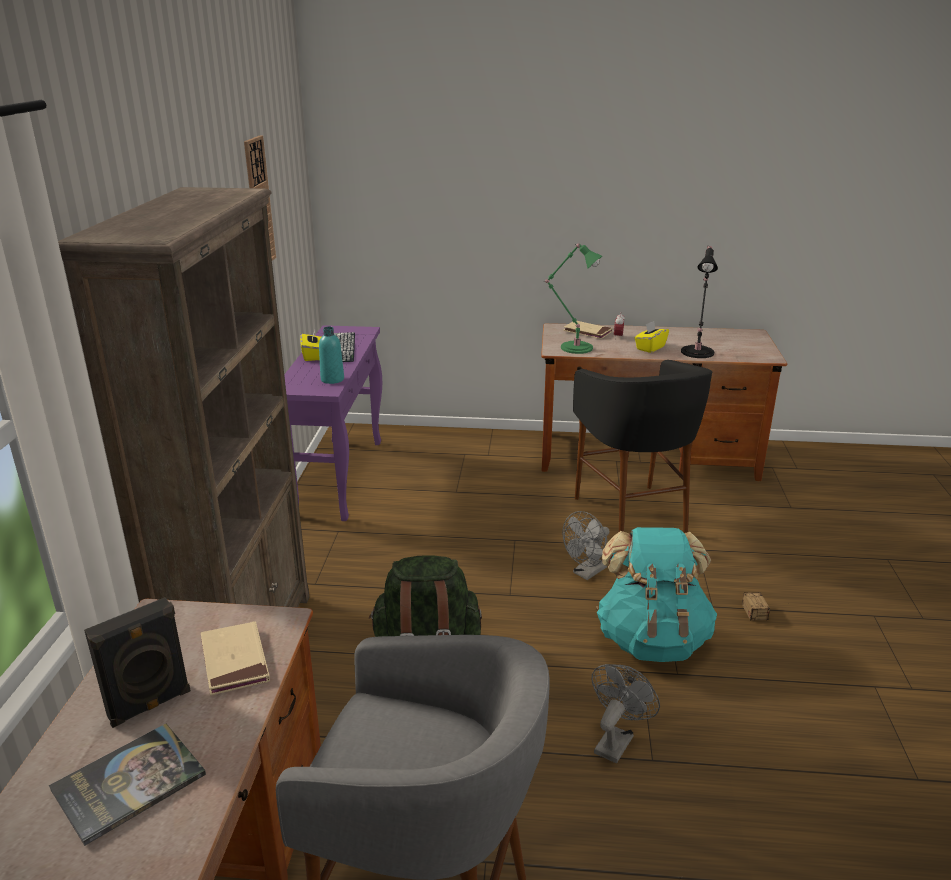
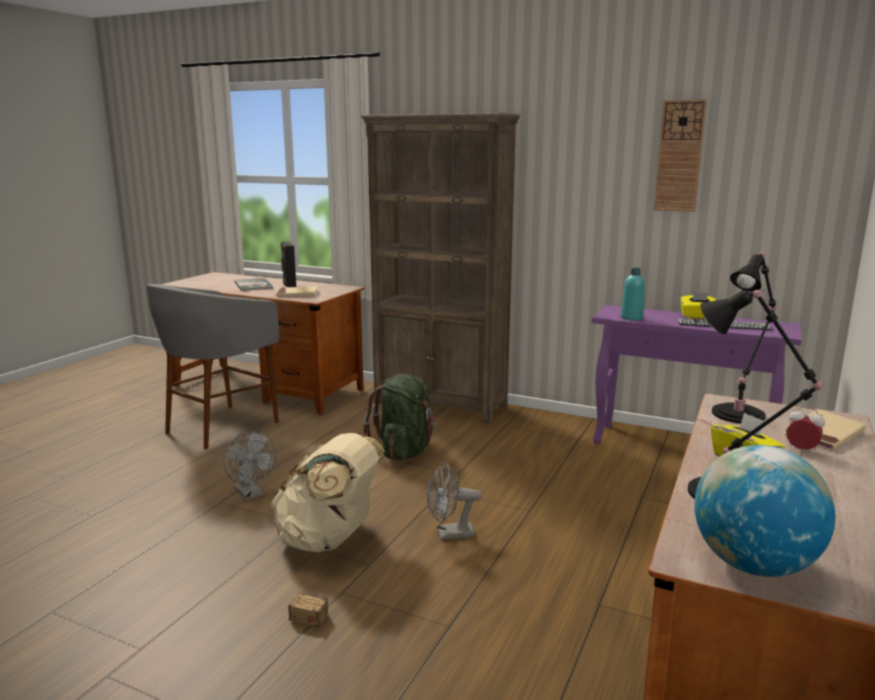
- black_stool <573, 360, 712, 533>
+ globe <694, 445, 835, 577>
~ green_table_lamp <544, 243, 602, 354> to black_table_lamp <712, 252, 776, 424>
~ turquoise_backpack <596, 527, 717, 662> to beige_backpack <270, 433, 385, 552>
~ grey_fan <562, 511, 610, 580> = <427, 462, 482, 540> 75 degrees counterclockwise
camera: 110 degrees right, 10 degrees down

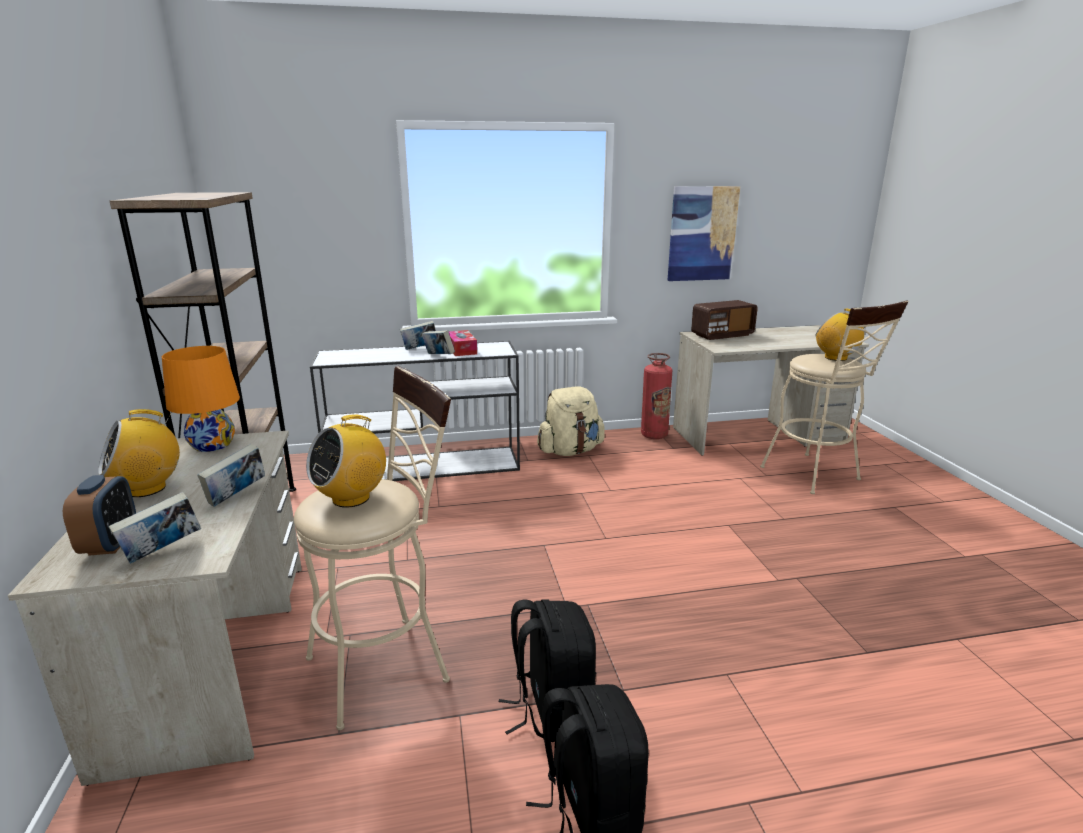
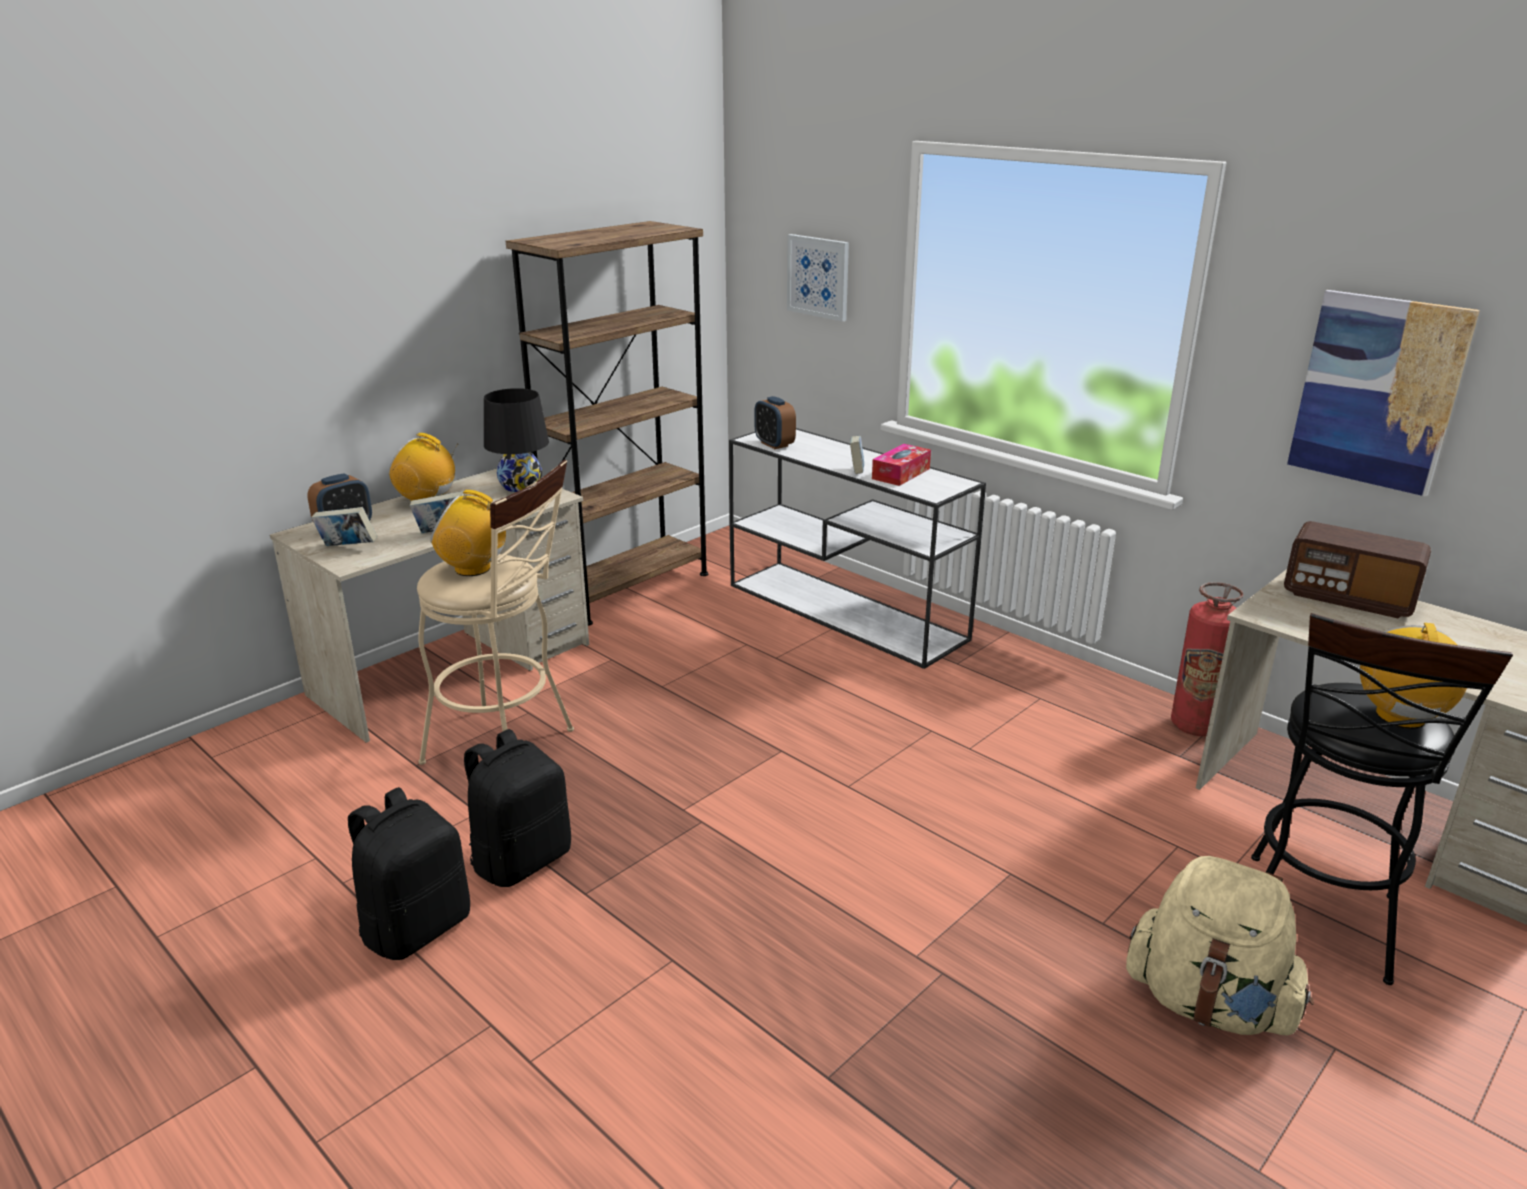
- book <400, 321, 436, 350>
+ alarm_clock <754, 396, 796, 449>
+ picture <787, 234, 849, 322>
~ beige_backpack <537, 386, 605, 456> to <1126, 856, 1314, 1035>
~ orange_table_lamp <162, 346, 240, 452> to black_table_lamp <484, 388, 549, 492>
~ beige_stool <760, 301, 909, 494> to black_stool <1251, 613, 1513, 985>
camera: 55 degrees right, 5 degrees up

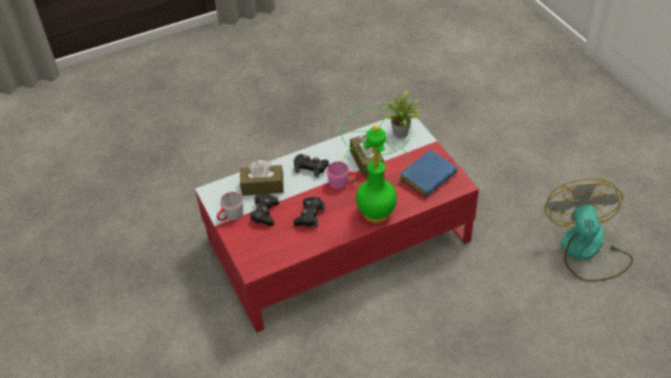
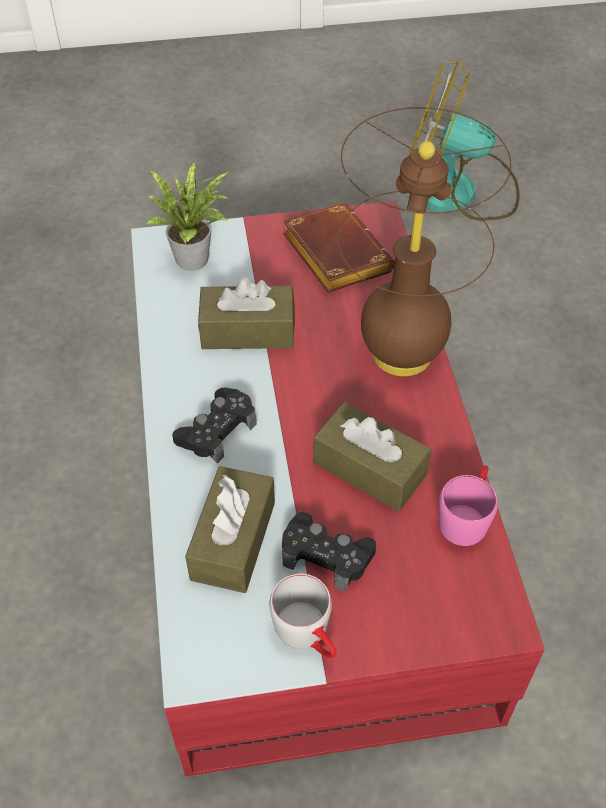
~ pink_mug <327, 161, 359, 189> to <439, 466, 498, 546>
~ black_game_controller <294, 197, 325, 228> to brown_tissue_box <313, 402, 432, 511>
~ green_table_lamp <341, 108, 411, 223> to brown_table_lamp <338, 107, 511, 376>
~ blue_book <399, 150, 457, 197> to brown_book <283, 203, 395, 293>
camera: 75 degrees left, 5 degrees up

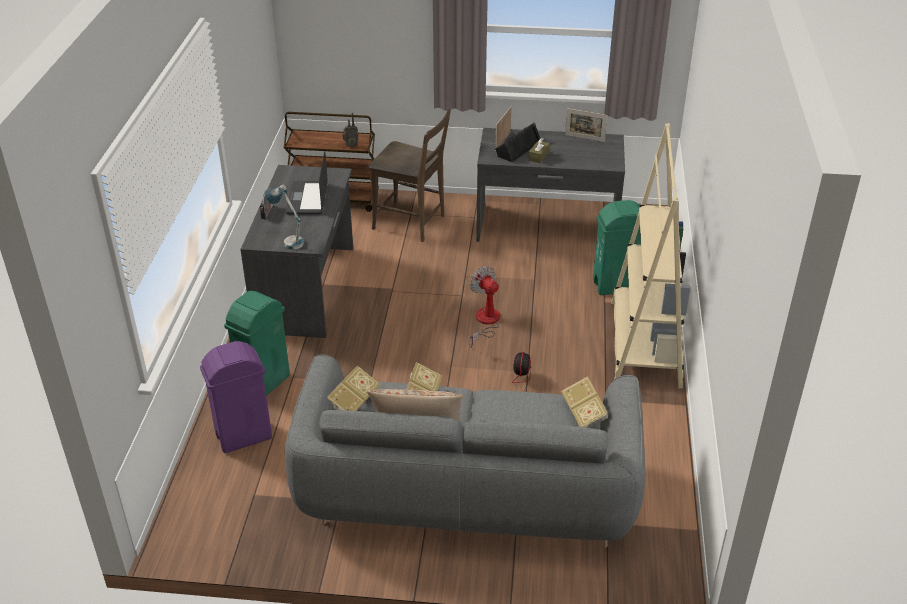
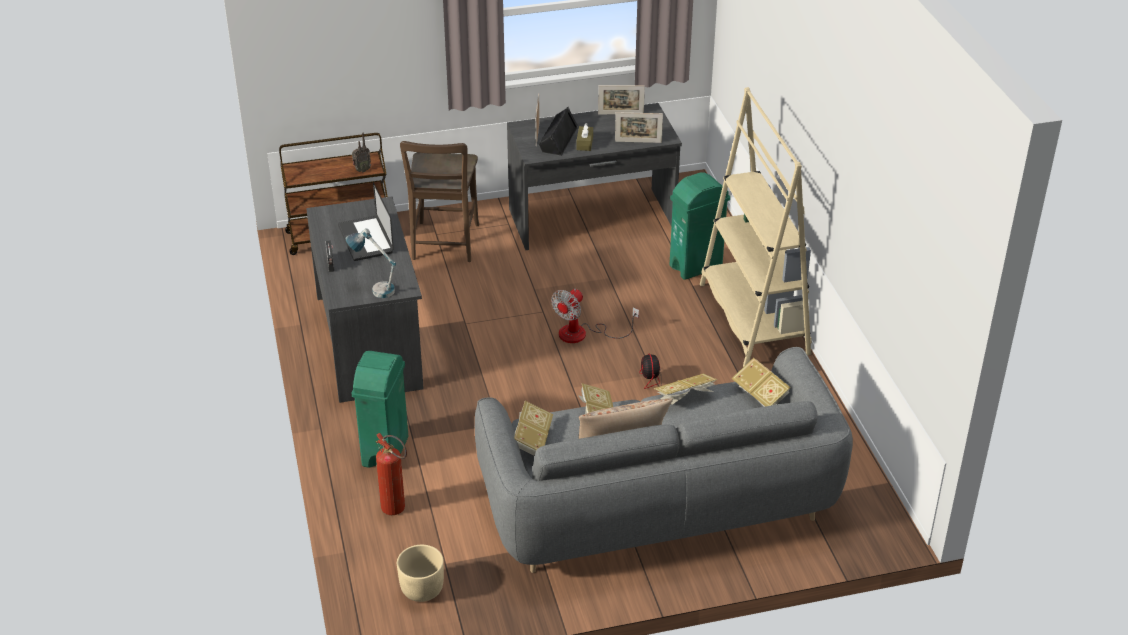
+ beige_planter <397, 545, 444, 602>
+ picture_frame <615, 112, 663, 143>
+ book <654, 374, 717, 405>
~ purple_trash_can <200, 341, 272, 453> to fire_extinguisher <375, 433, 407, 515>
~ brown_chair <368, 109, 451, 242> = <400, 141, 479, 262> 90 degrees clockwise
~ fan <468, 266, 500, 348> = <551, 289, 639, 343> 90 degrees counterclockwise
camera: 20 degrees left, 0 degrees up

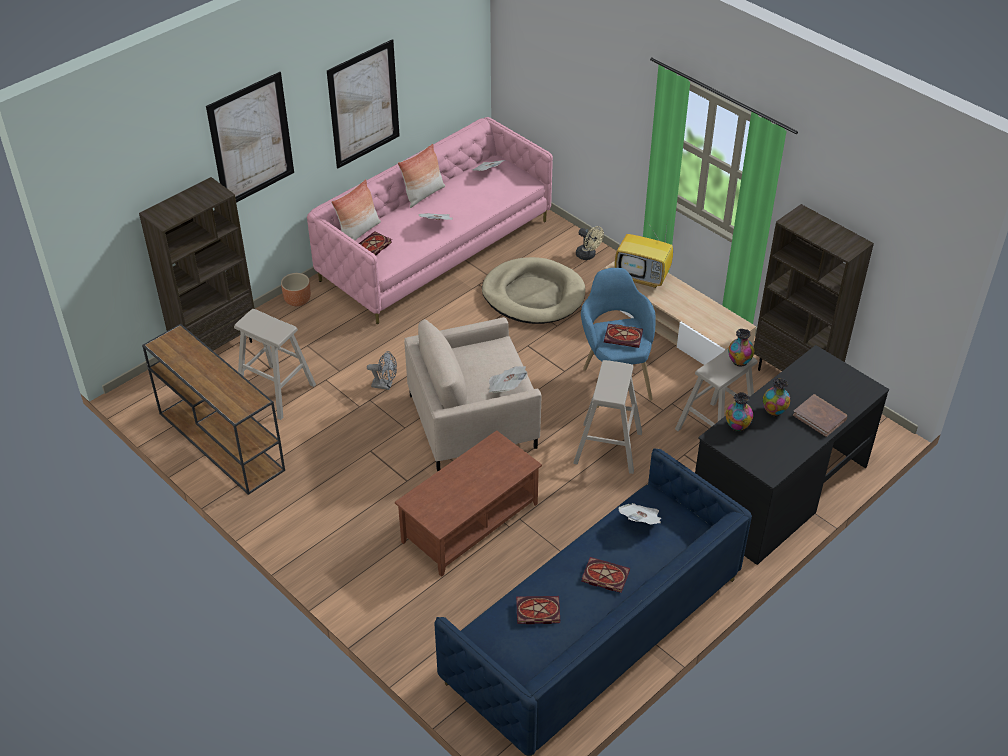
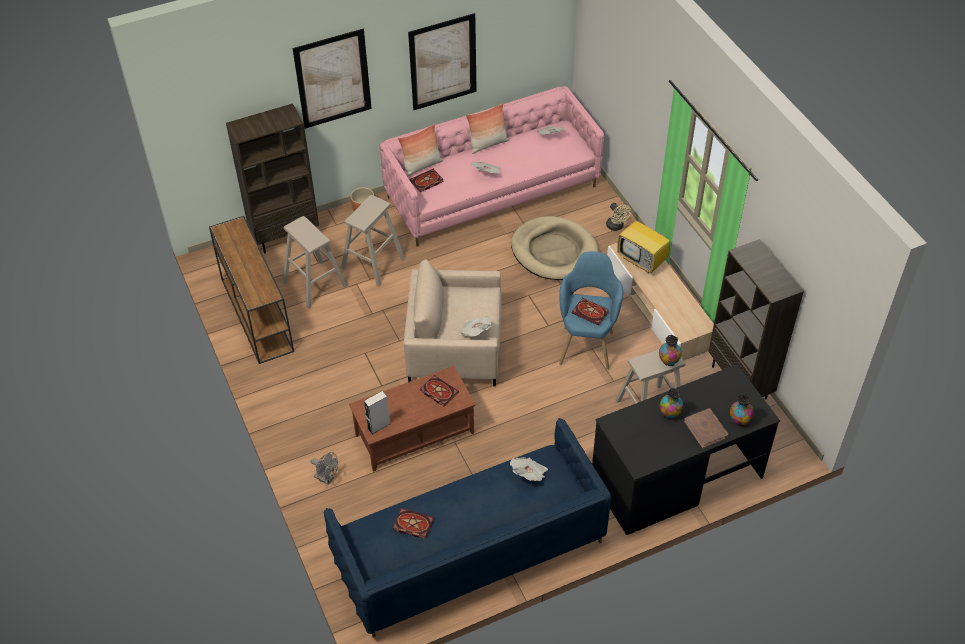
+ grey_speaker <364, 391, 390, 434>
~ grey_fan <367, 351, 397, 390> to <311, 452, 338, 485>
~ beige_stool <573, 360, 642, 474> to <341, 195, 405, 287>
~ book <582, 557, 630, 593> to <420, 375, 459, 406>
~ vase <726, 392, 753, 432> to <730, 394, 754, 426>
camera: 20 degrees right, 5 degrees up

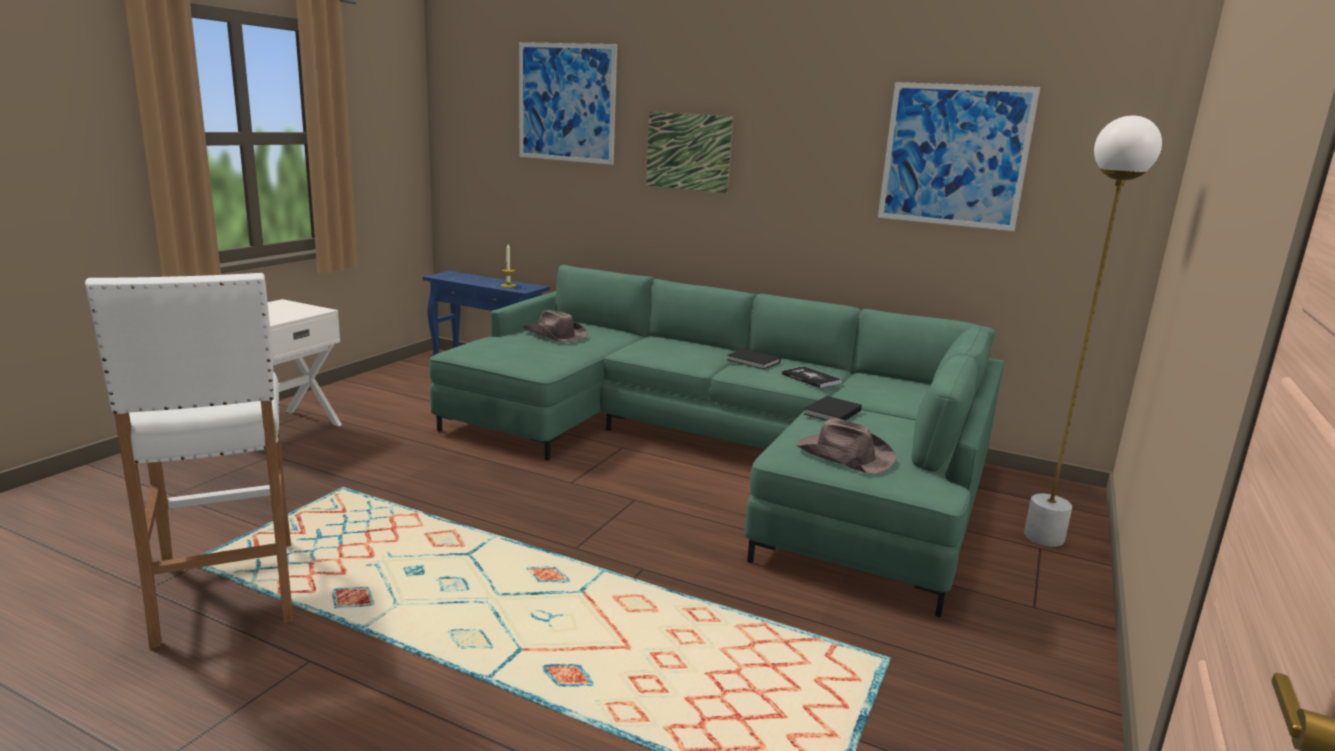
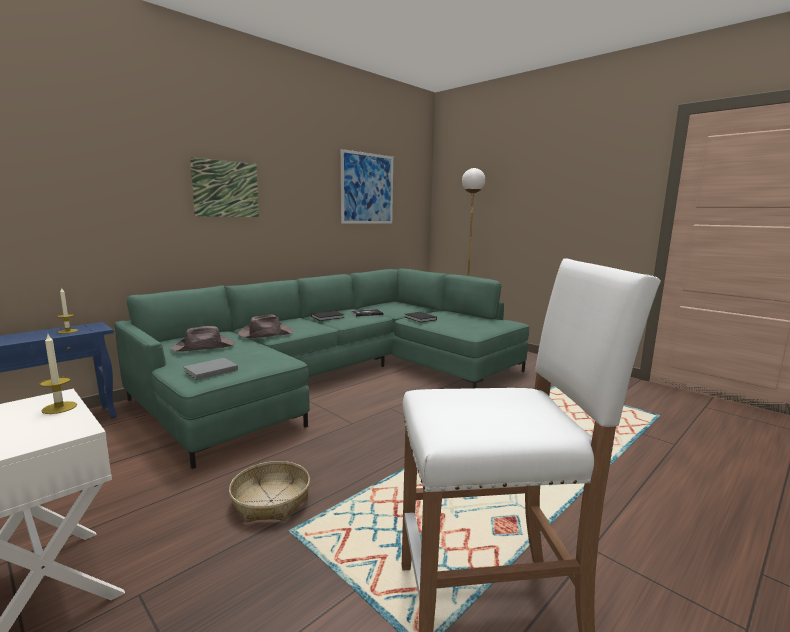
- picture <519, 42, 617, 165>
+ candle <40, 334, 77, 414>
+ grey_book <183, 358, 238, 380>
+ basket <229, 461, 310, 522>
~ brown_hat <796, 418, 896, 475> to <238, 314, 293, 338>
camera: 70 degrees left, 5 degrees down

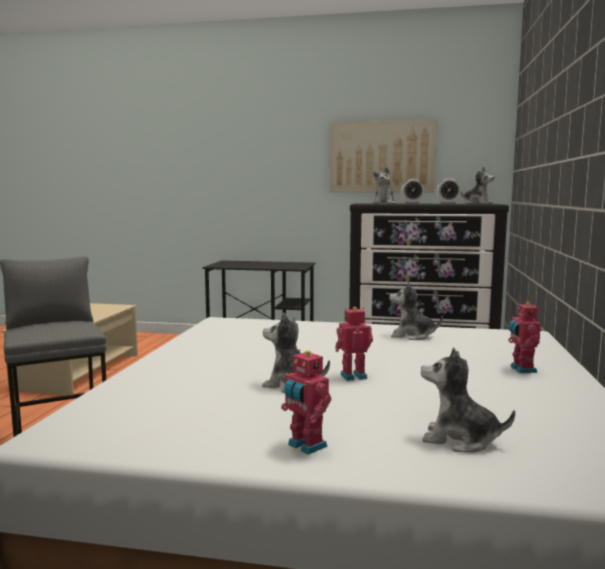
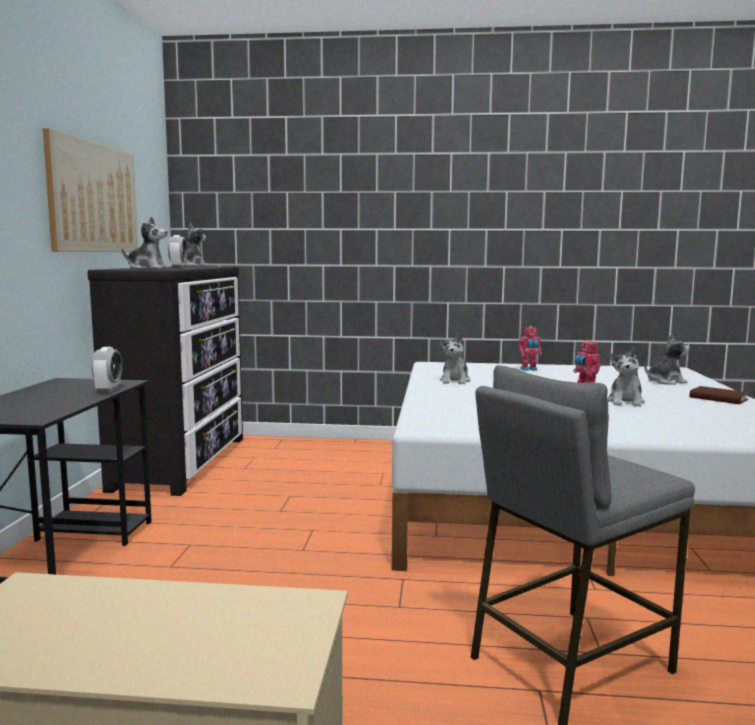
~ alarm_clock <436, 178, 461, 204> to <92, 347, 122, 392>
~ toy_robot <281, 349, 331, 455> to brown_book <689, 386, 749, 404>
~ plush_toy <421, 347, 515, 453> = <644, 333, 689, 385> 120 degrees counterclockwise
camera: 95 degrees left, 0 degrees up

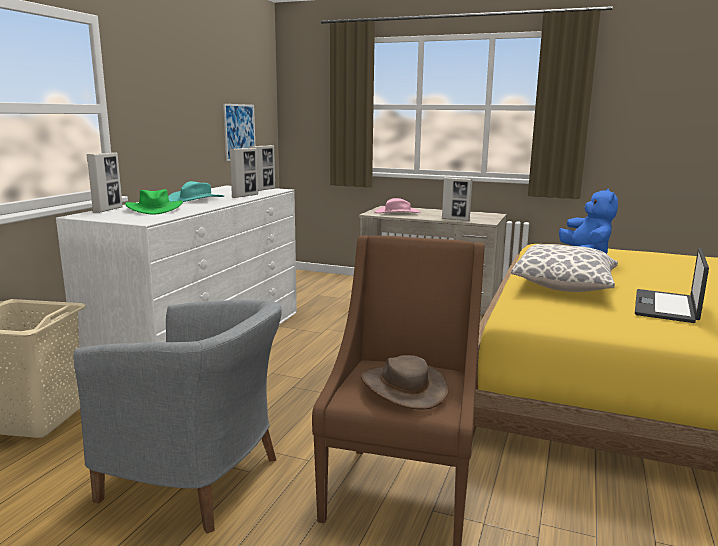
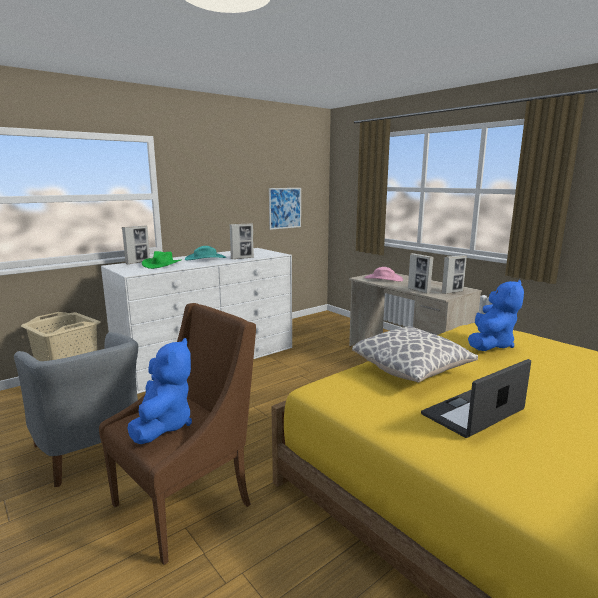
~ picture_frame <249, 145, 275, 191> to <441, 255, 467, 294>
~ brown_hat <361, 355, 449, 410> to blue_plush_toy <127, 338, 192, 444>
camera: 30 degrees right, 0 degrees up

